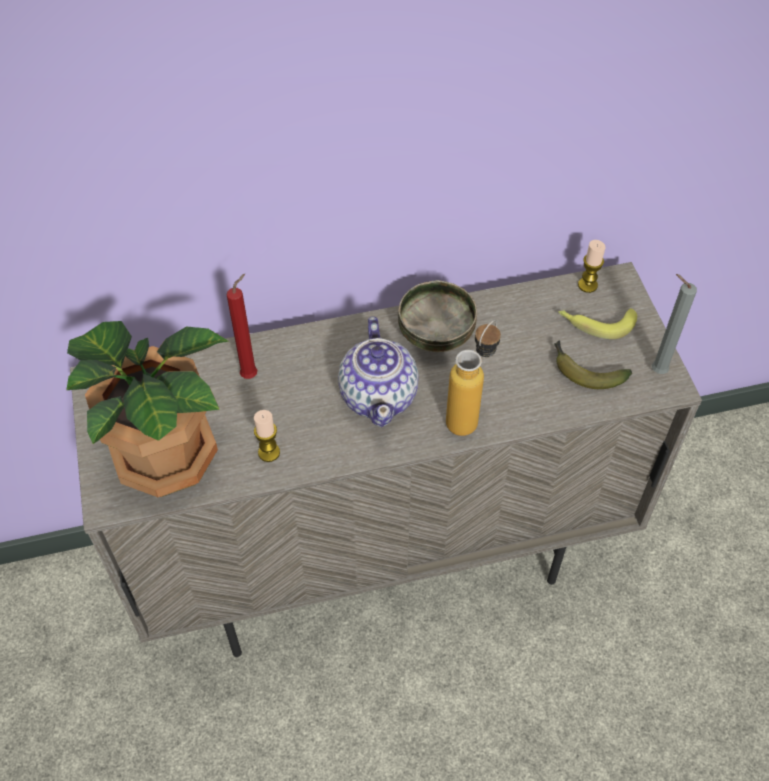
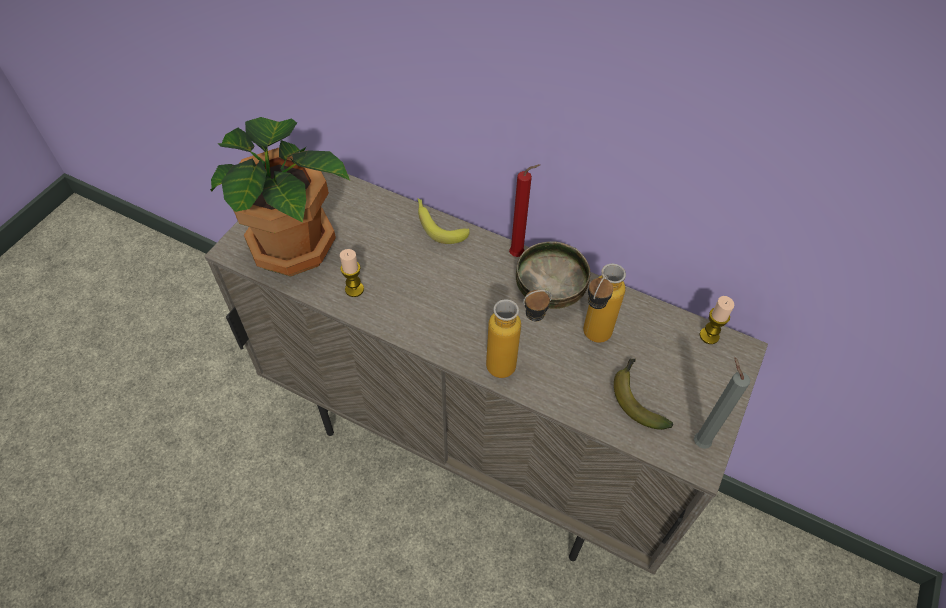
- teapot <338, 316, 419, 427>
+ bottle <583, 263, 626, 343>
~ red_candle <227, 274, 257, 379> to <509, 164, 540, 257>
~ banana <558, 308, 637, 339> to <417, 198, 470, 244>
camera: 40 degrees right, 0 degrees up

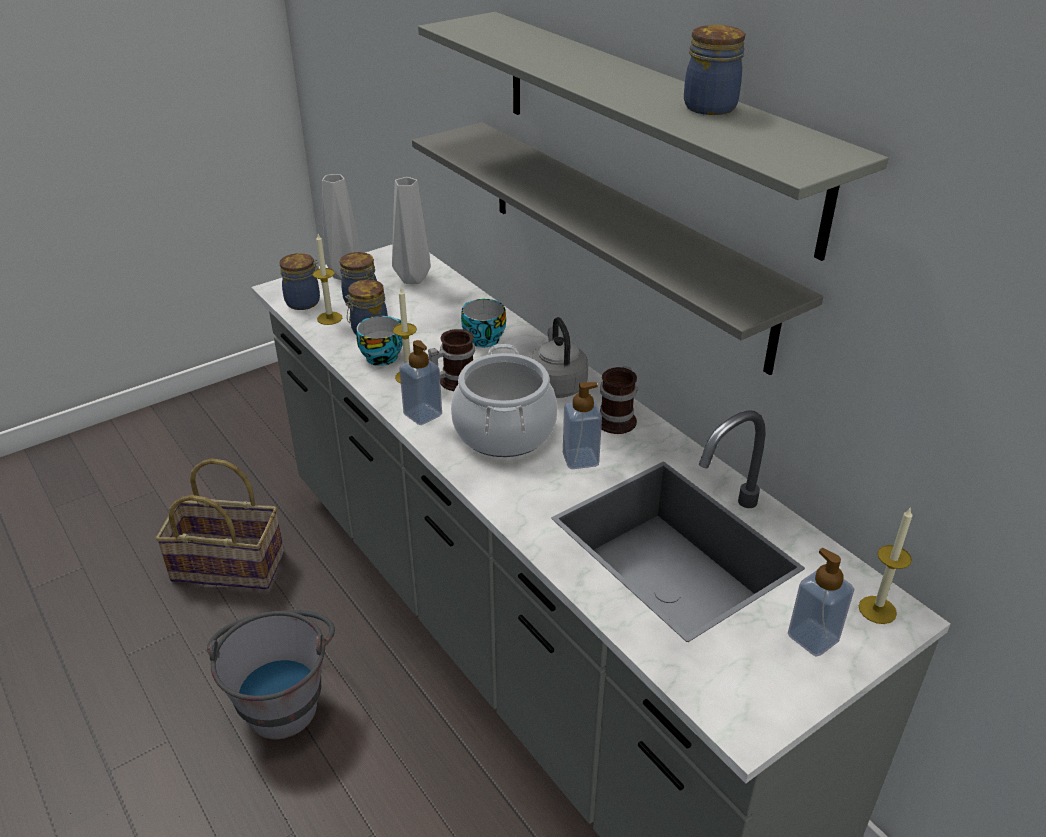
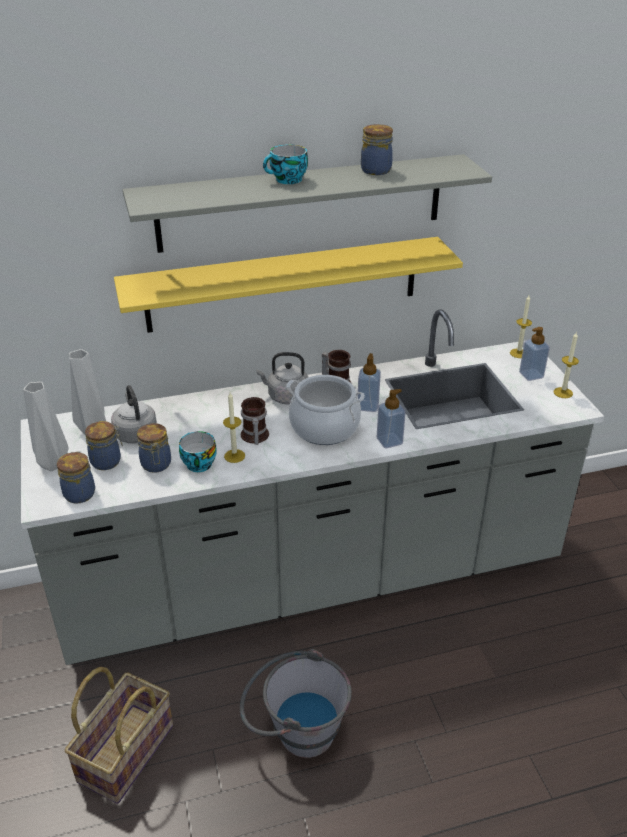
+ grey_kettle <111, 385, 157, 443>
~ candle <313, 234, 342, 325> to <554, 332, 579, 398>
~ soap_dispenser <399, 340, 442, 425> to <377, 389, 406, 448>
~ cup <461, 299, 506, 347> to <263, 144, 308, 184>
~ grey_shelf <412, 122, 823, 375> to yellow_shelf <114, 237, 463, 333>
camera: 70 degrees left, 0 degrees up

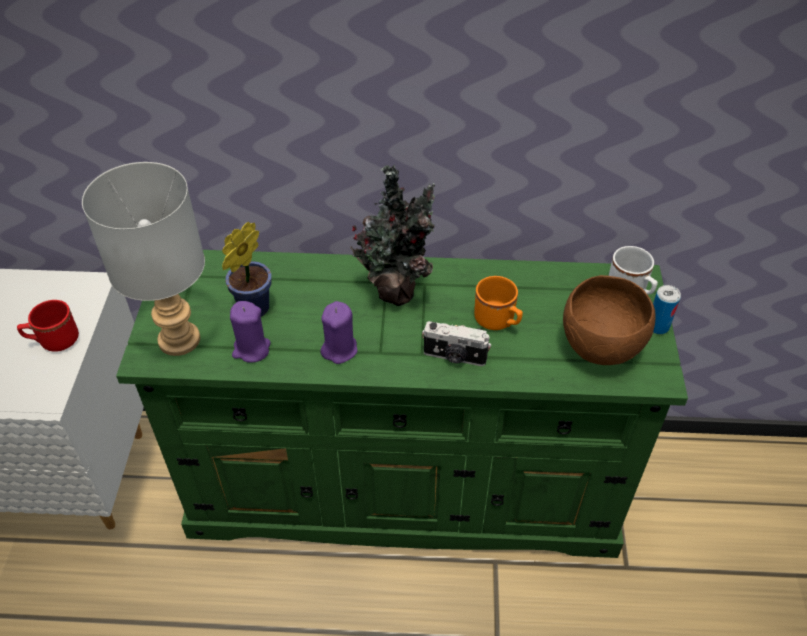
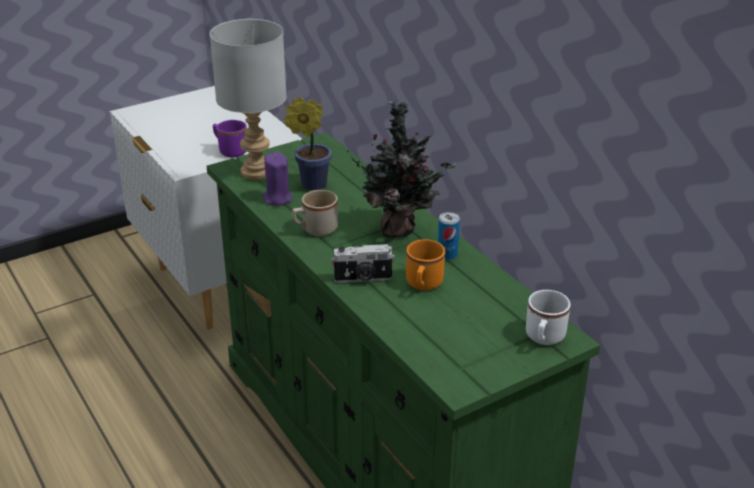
- brown_bowl <563, 275, 656, 365>
~ can <653, 285, 681, 334> to <438, 212, 460, 260>
~ purple_candle <320, 301, 357, 364> to beige_mug <292, 190, 338, 236>
~ red_mug <17, 300, 79, 352> to purple_mug <213, 120, 247, 157>
~ photo_camera <422, 321, 491, 366> = <331, 244, 395, 283> 75 degrees counterclockwise
camera: 55 degrees right, 15 degrees down

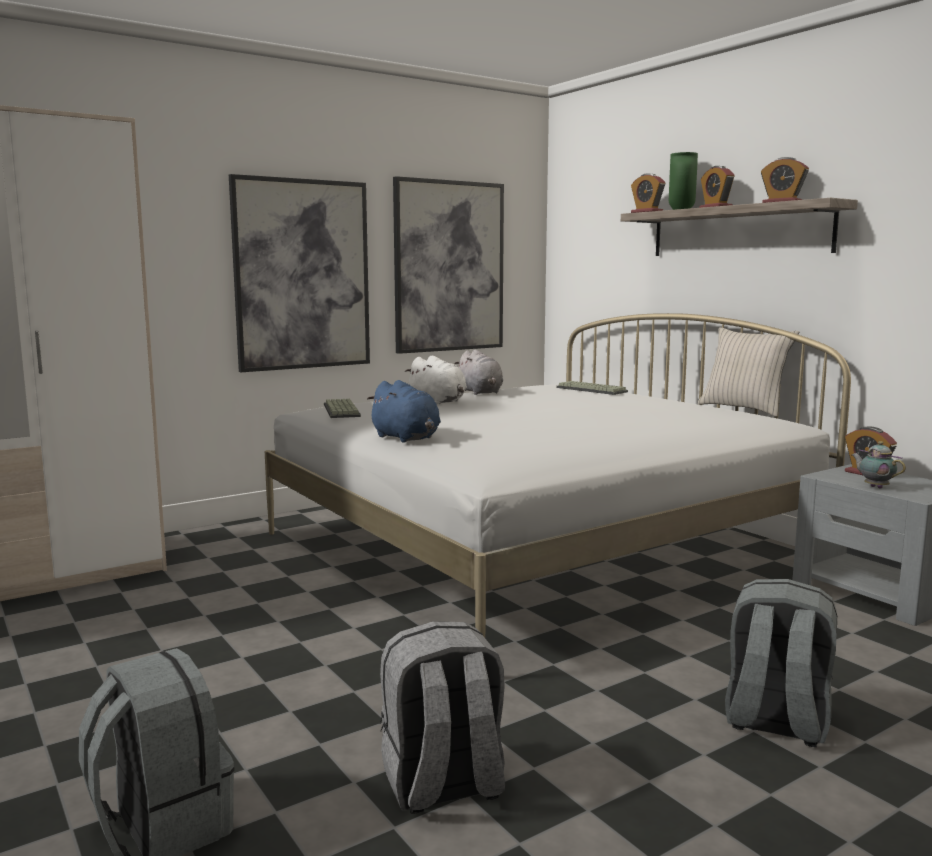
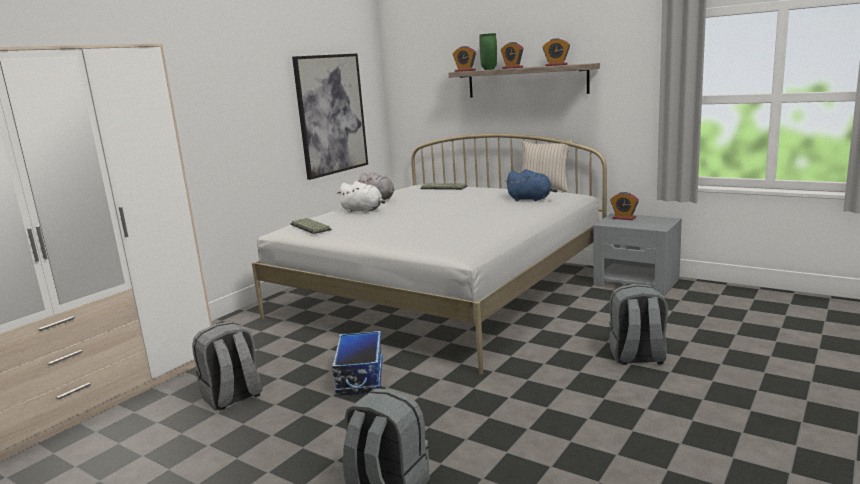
- picture <229, 174, 370, 372>
- teapot <852, 441, 906, 488>
+ storage_box <332, 331, 383, 396>
~ blue_plush_toy <367, 380, 441, 443> to <505, 169, 558, 202>
~ grey_backpack <380, 621, 505, 814> to <192, 322, 262, 411>
camera: 20 degrees left, 5 degrees up

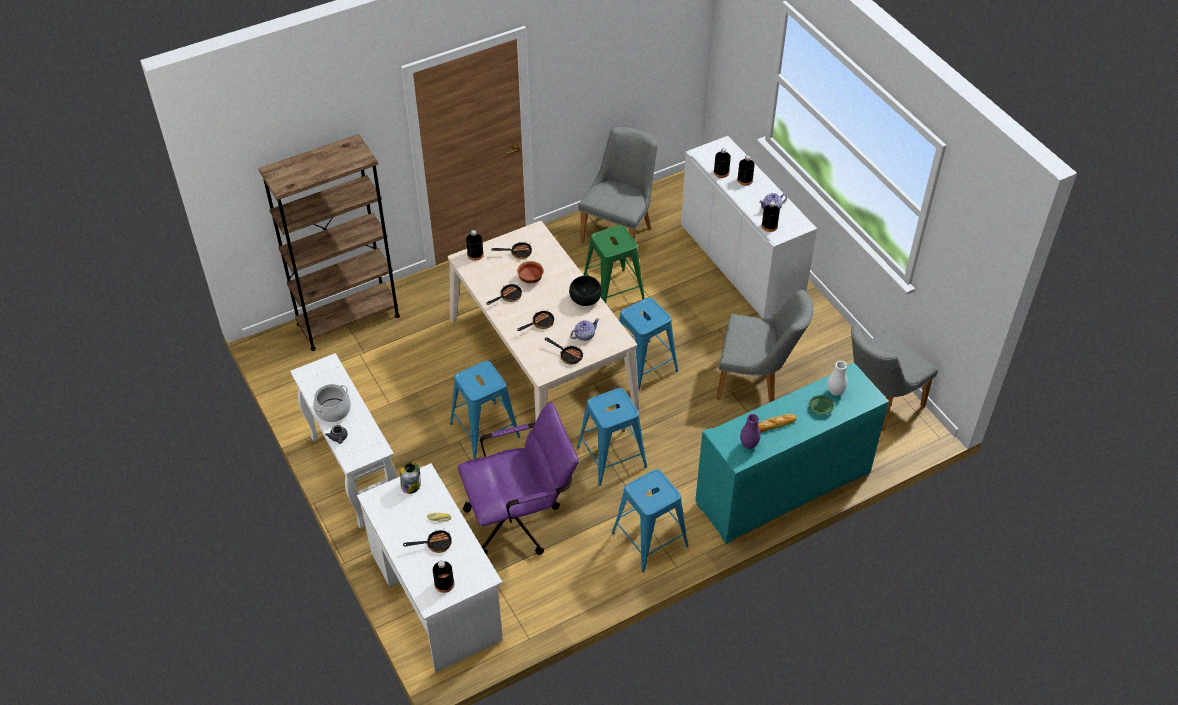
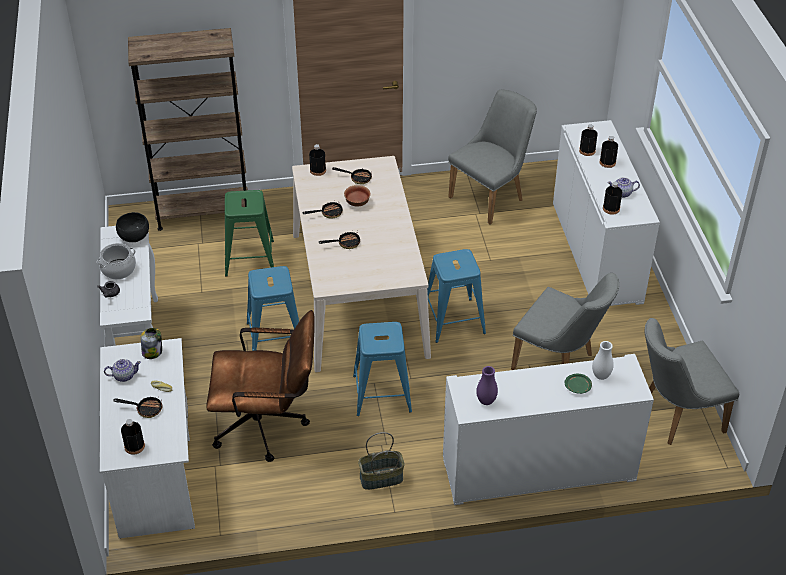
- frying_pan <545, 337, 583, 365>
- bread <758, 414, 796, 432>
~ black_bowl <569, 276, 602, 306> to <116, 212, 149, 242>
~ teapot <570, 319, 599, 341> to <104, 359, 141, 382>
~ green_stool <584, 225, 645, 303> to <225, 190, 274, 276>
~ blue_stool <612, 469, 689, 573> to basket <358, 432, 405, 490>
~ purple_office_chair <458, 402, 579, 555> to brown_office_chair <206, 310, 315, 462>
~ turquoise_cabinet <695, 362, 889, 544> to white_cabinet <443, 354, 654, 505>
camera: 20 degrees right, 5 degrees down

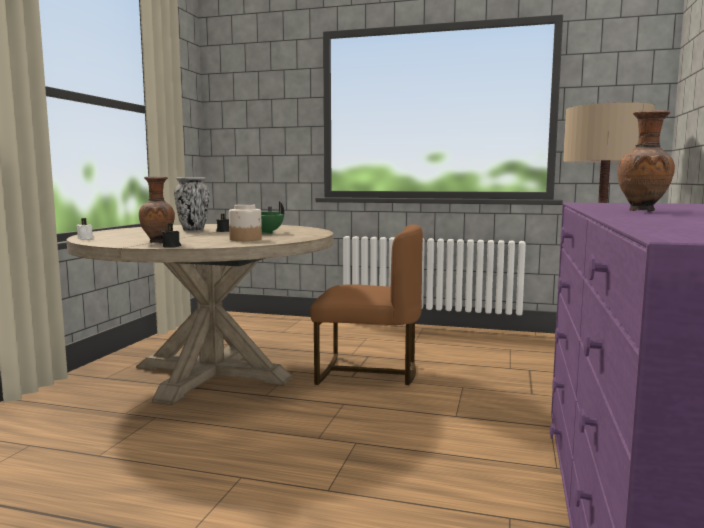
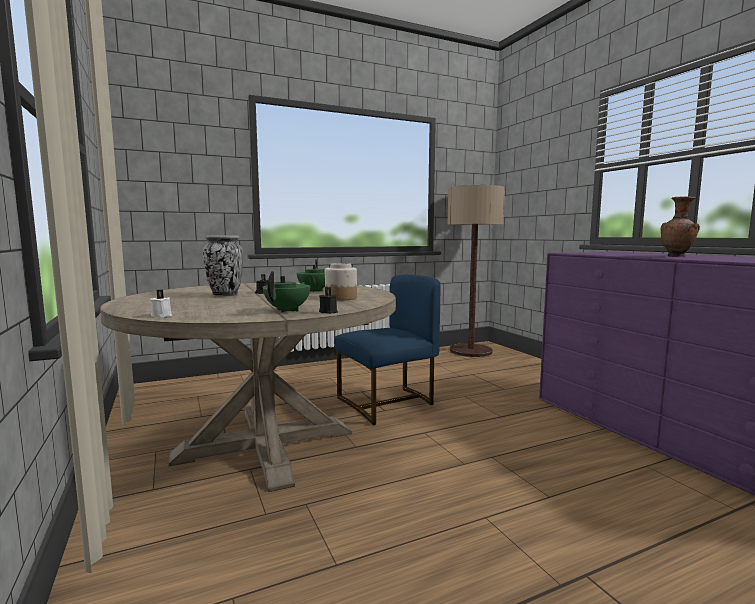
~ brown_vase <139, 177, 175, 244> to green_teapot <263, 271, 310, 312>
~ brown_chair <310, 224, 423, 385> to blue_chair <334, 274, 440, 425>
camera: 40 degrees left, 0 degrees up

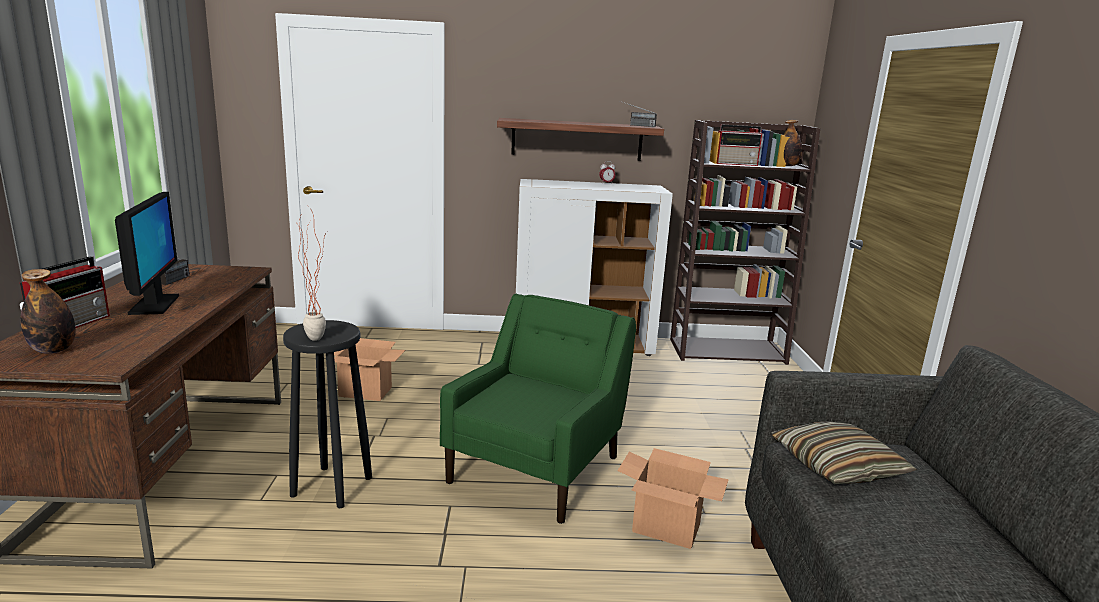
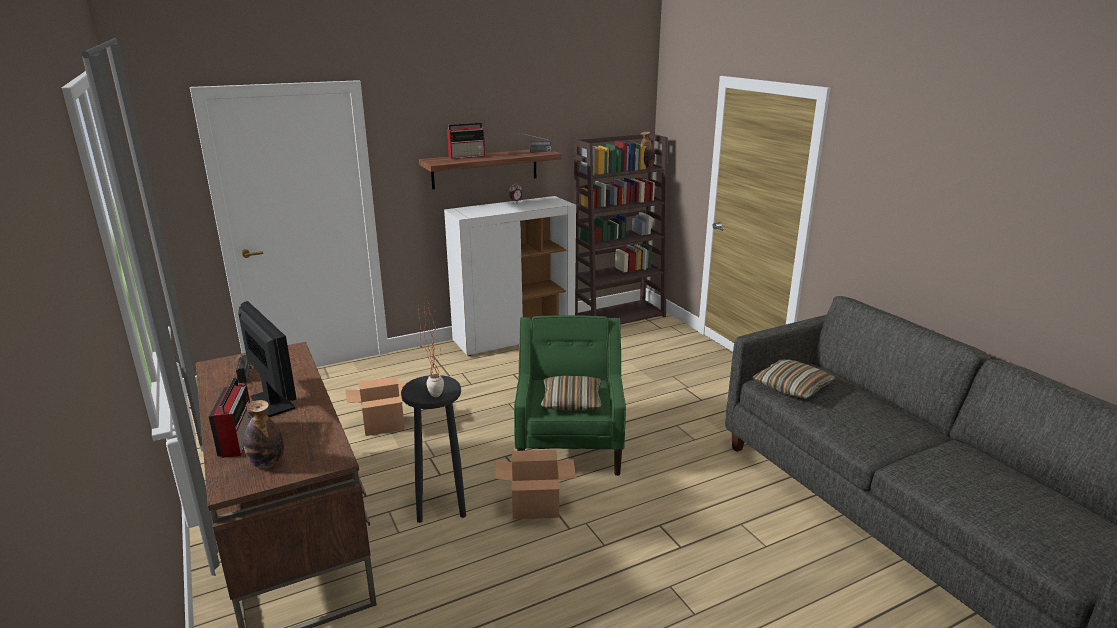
+ pillow <541, 376, 602, 411>
~ cardboard_box <618, 448, 729, 549> to <495, 450, 576, 519>
~ radio <716, 124, 762, 166> to <447, 122, 485, 159>
camera: 25 degrees left, 5 degrees up

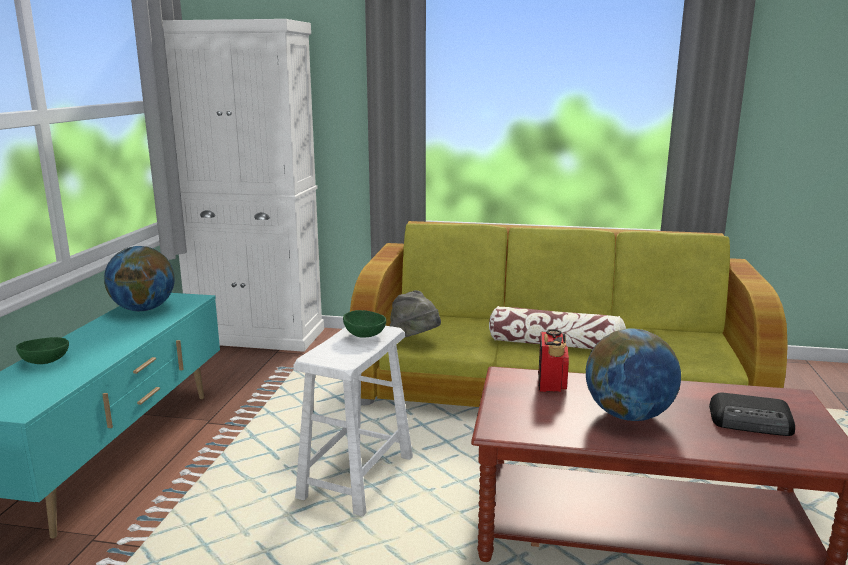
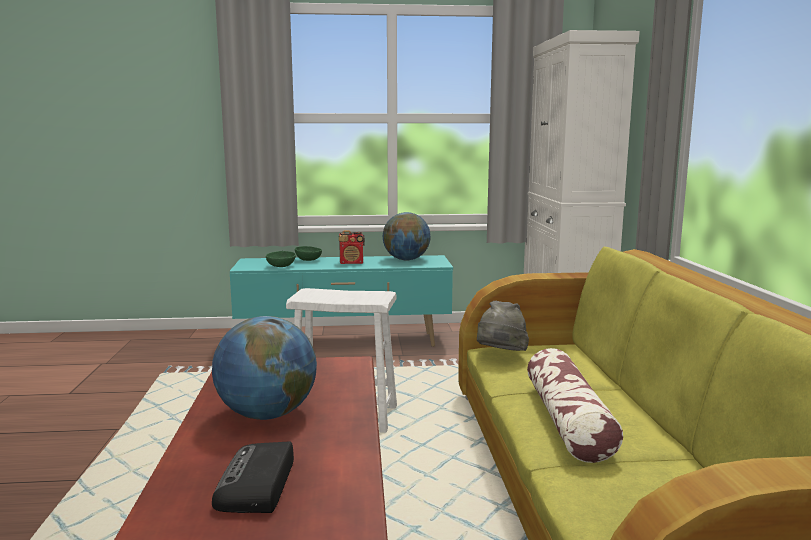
~ green_bowl <343, 310, 386, 338> to <266, 251, 296, 267>
~ radio <538, 329, 569, 392> to <339, 230, 365, 264>
camera: 75 degrees right, 5 degrees down

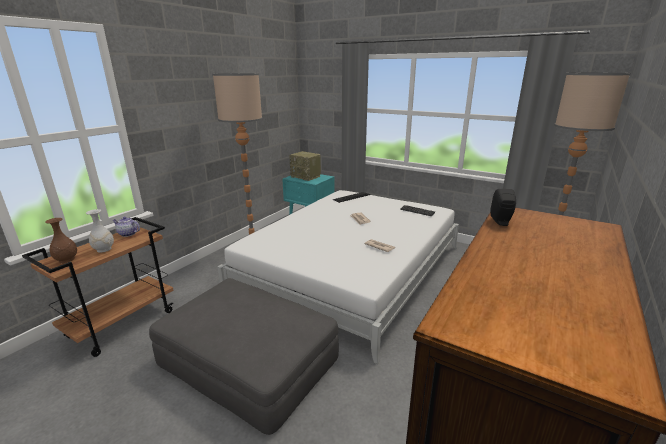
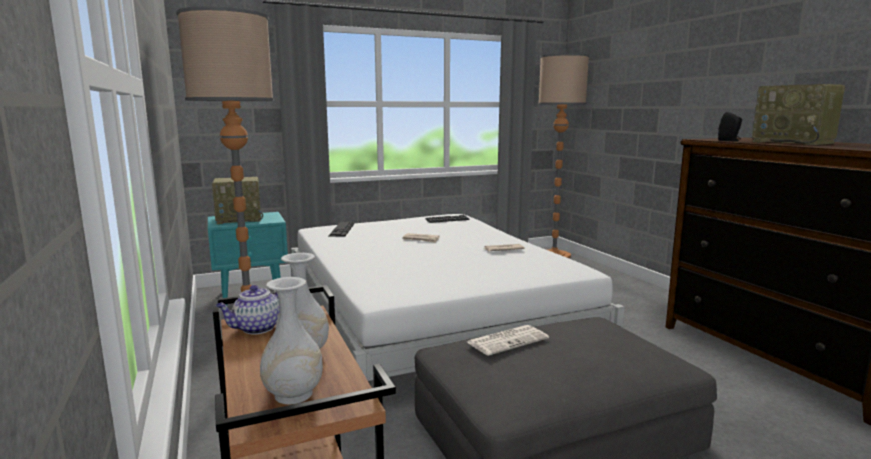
+ newspaper <467, 325, 549, 356>
+ radio <752, 84, 845, 145>
~ brown_vase <45, 218, 77, 263> to white_vase <260, 277, 323, 404>
camera: 55 degrees left, 10 degrees down

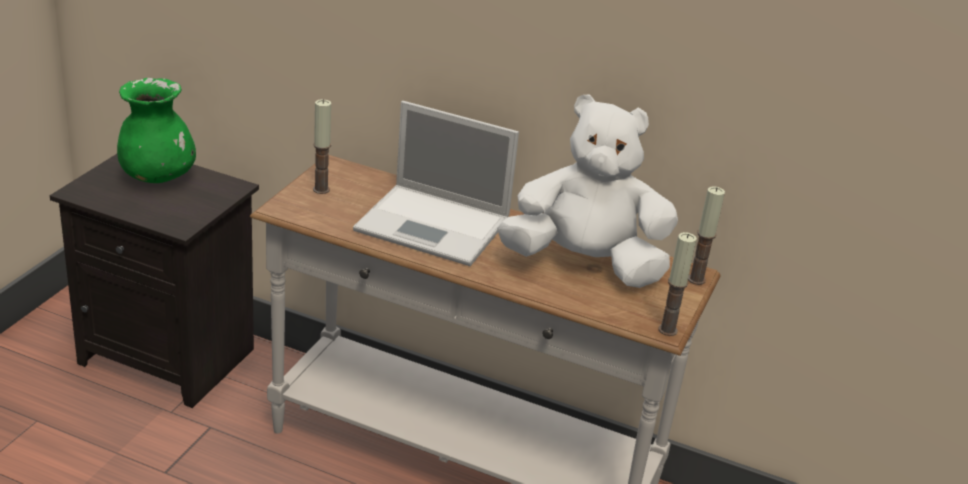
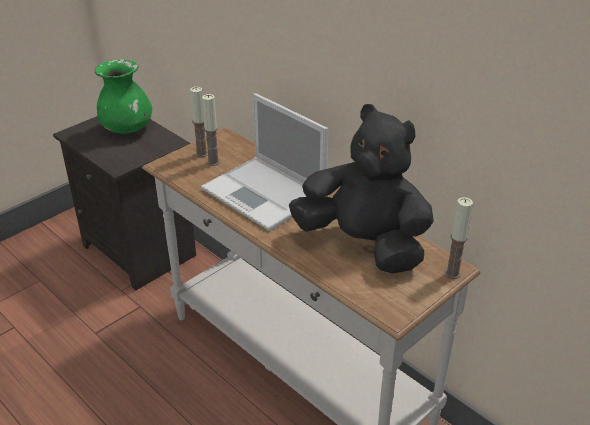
~ candle <659, 232, 697, 336> to <202, 94, 220, 166>
~ white_plush_toy <497, 94, 678, 288> to black_plush_toy <289, 104, 434, 274>
camera: 25 degrees right, 5 degrees up

